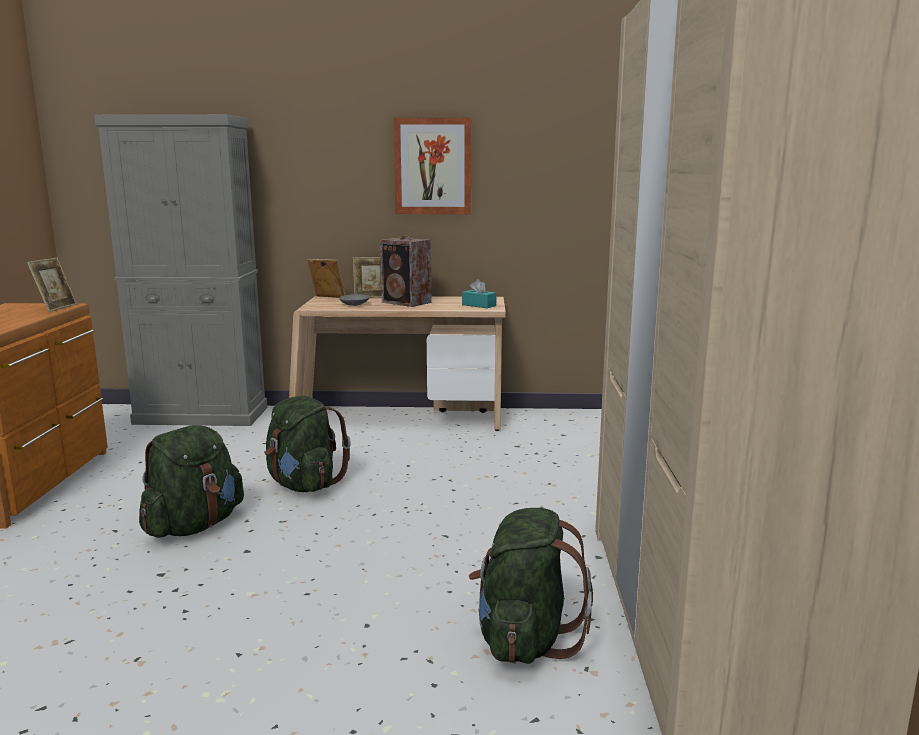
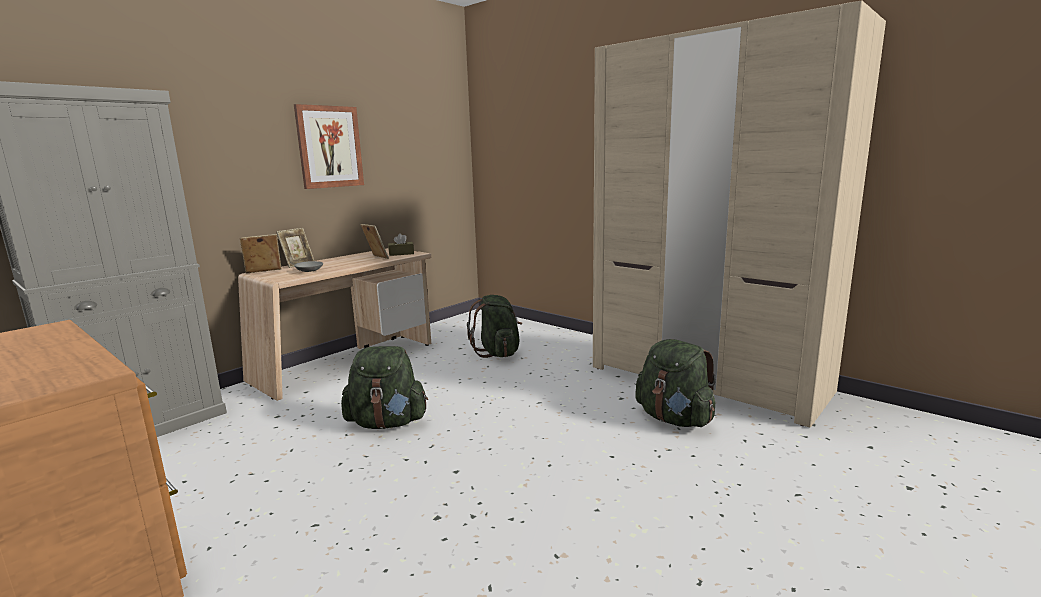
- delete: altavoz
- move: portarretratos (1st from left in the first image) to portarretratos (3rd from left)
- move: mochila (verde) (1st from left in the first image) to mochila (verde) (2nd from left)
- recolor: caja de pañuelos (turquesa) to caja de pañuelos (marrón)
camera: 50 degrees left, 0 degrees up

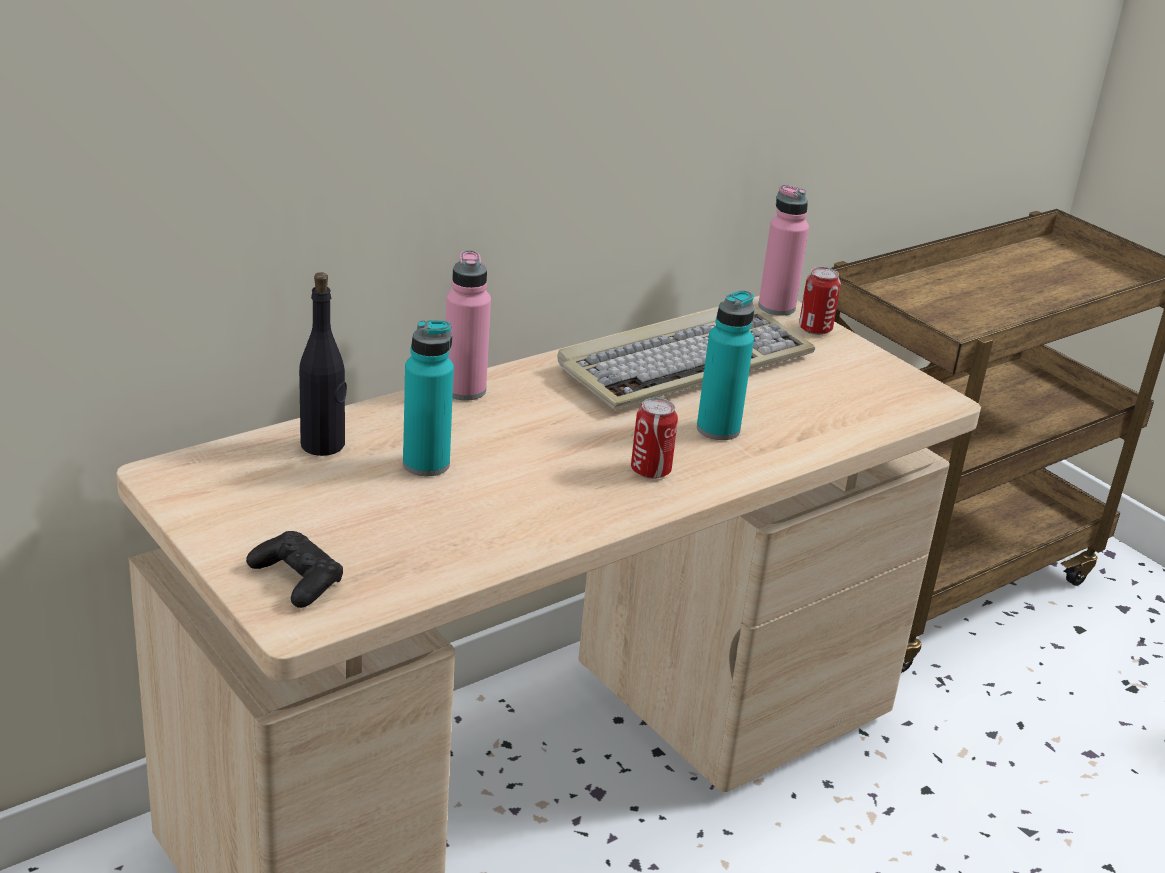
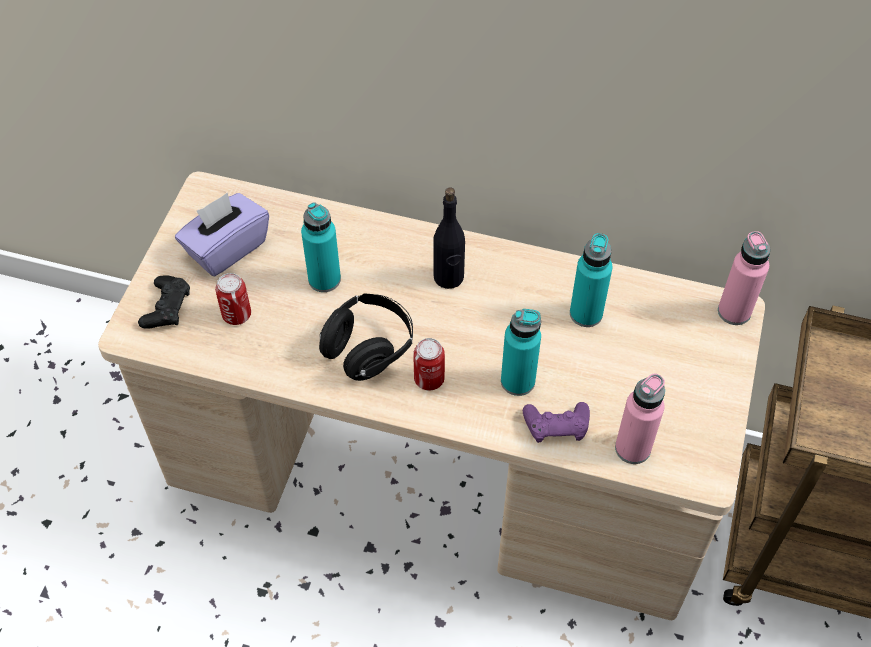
- insert: caja de pañuelos (morado)
- insert: auriculares (negro)
- insert: mando de consola (morado)
- move: botella (negro)
- move: botella (rosa) (1st from left)
- move: lata (2nd from left in the first image) to lata (1st from left)
- replace: teclado to botella (turquesa) (3rd from left)
camera: 55 degrees right, 25 degrees up

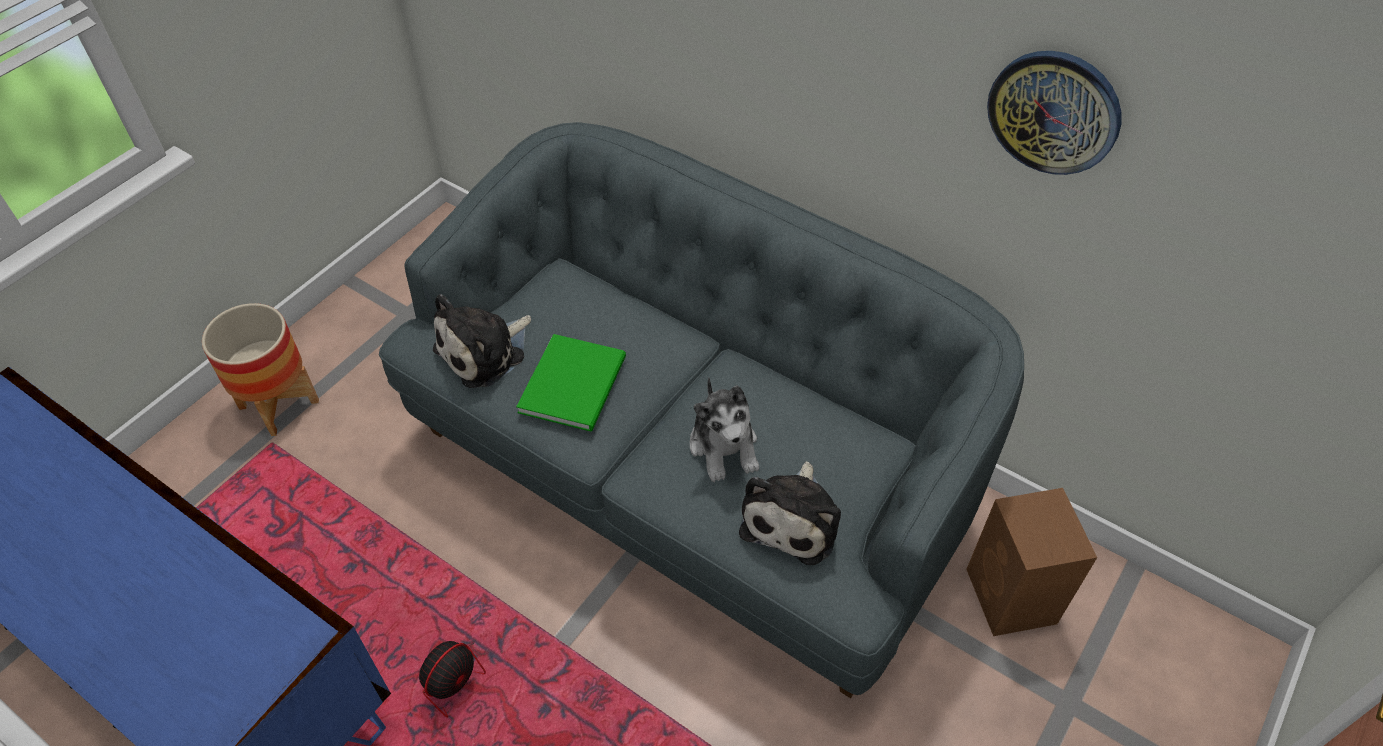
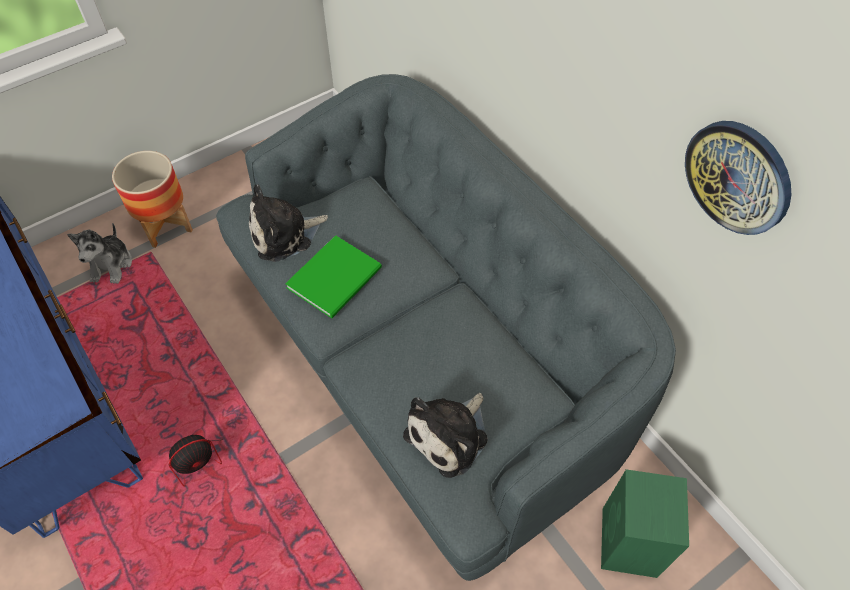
- move: peluche (2nd from left in the first image) to peluche (1st from left)
- recolor: altavoz (marrón) to altavoz (verde)
camera: 20 degrees right, 5 degrees up

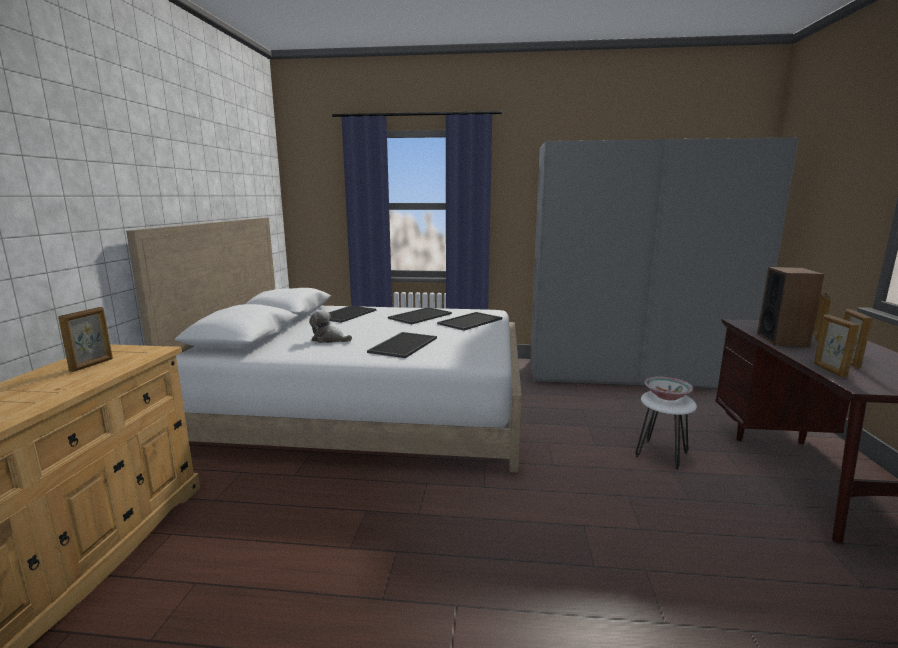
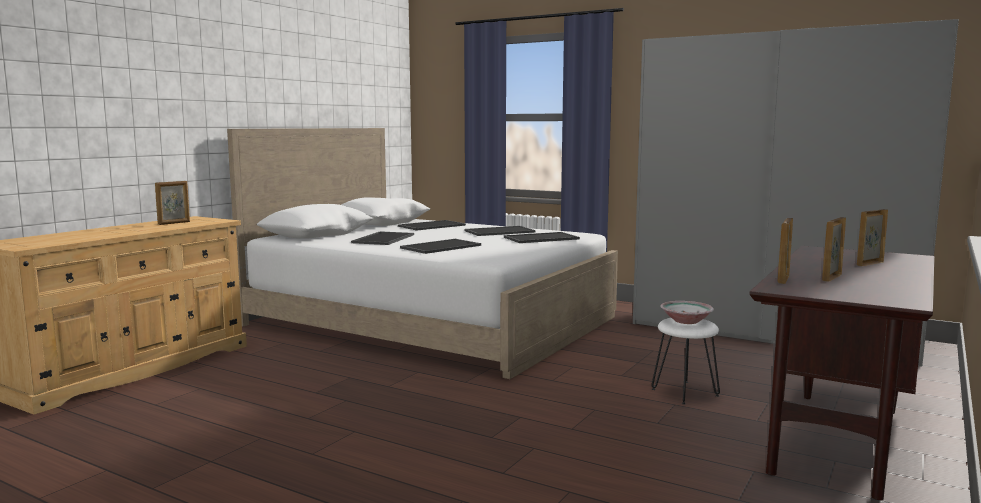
- delete: altavoz
- replace: peluche to bandeja (1st from left)
camera: 25 degrees right, 5 degrees down

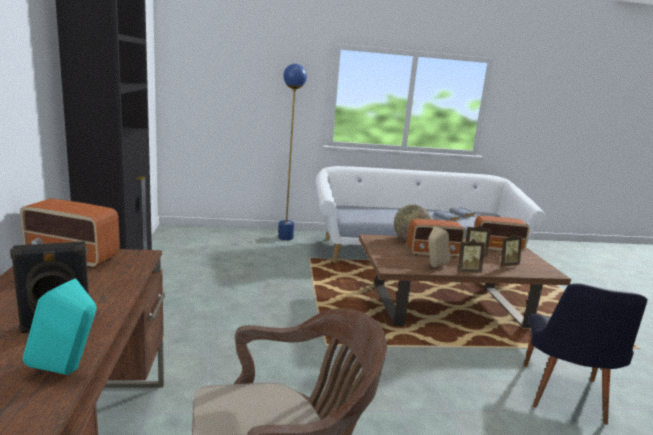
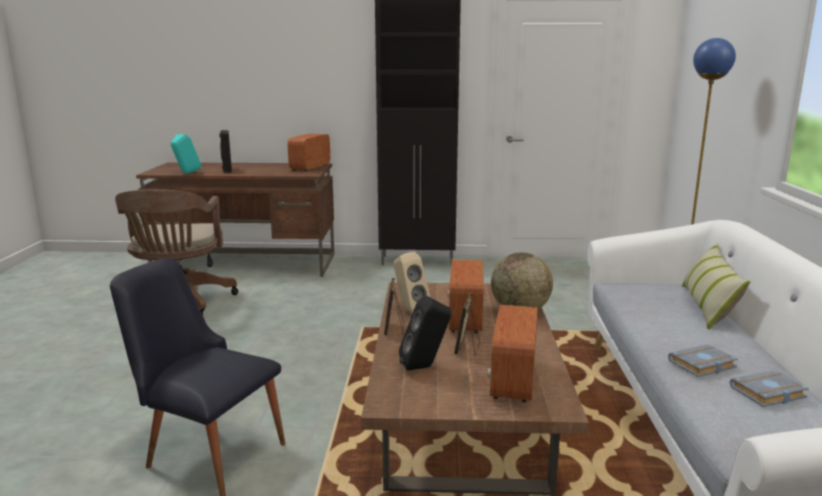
- insert: cojín
- replace: portarretratos (3rd from left) to altavoz (negro) (2nd from left)
camera: 100 degrees right, 0 degrees up

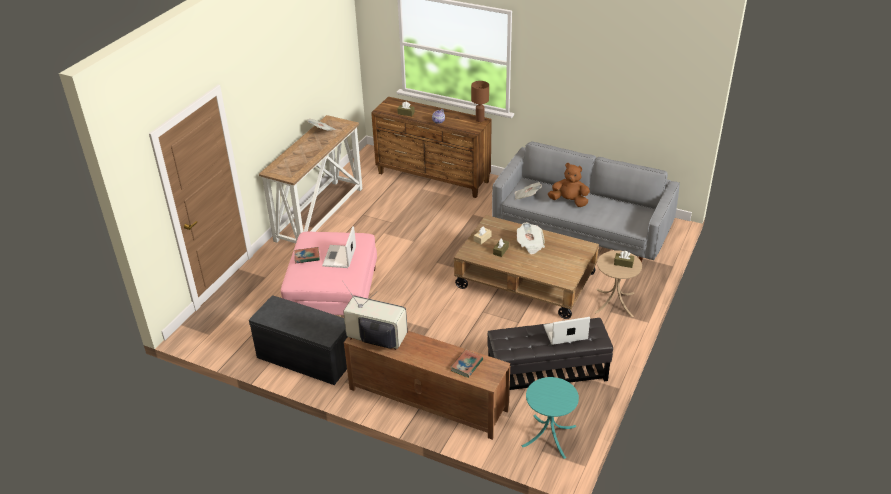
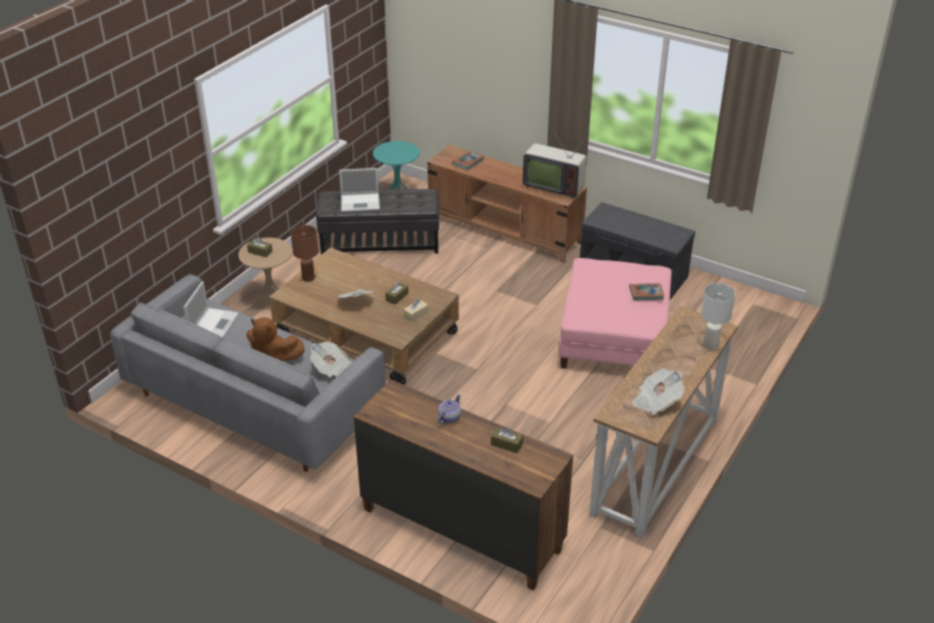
- insert: lámpara de mesa (blanco)
- move: portátil (1st from left)
- move: lámpara de mesa (marrón)
camera: 175 degrees left, 0 degrees up

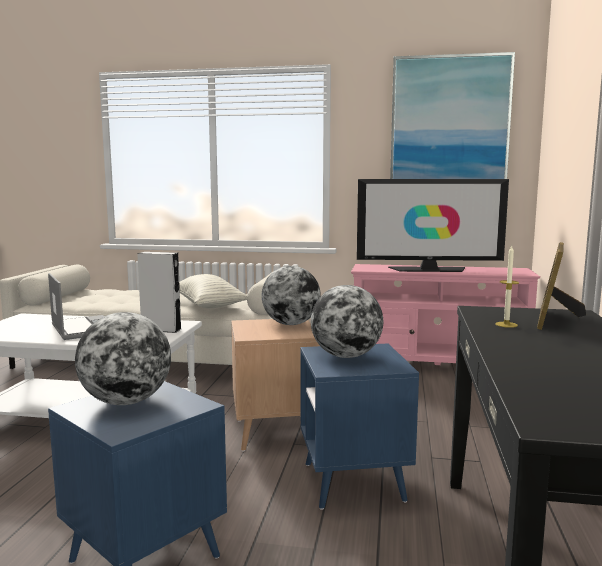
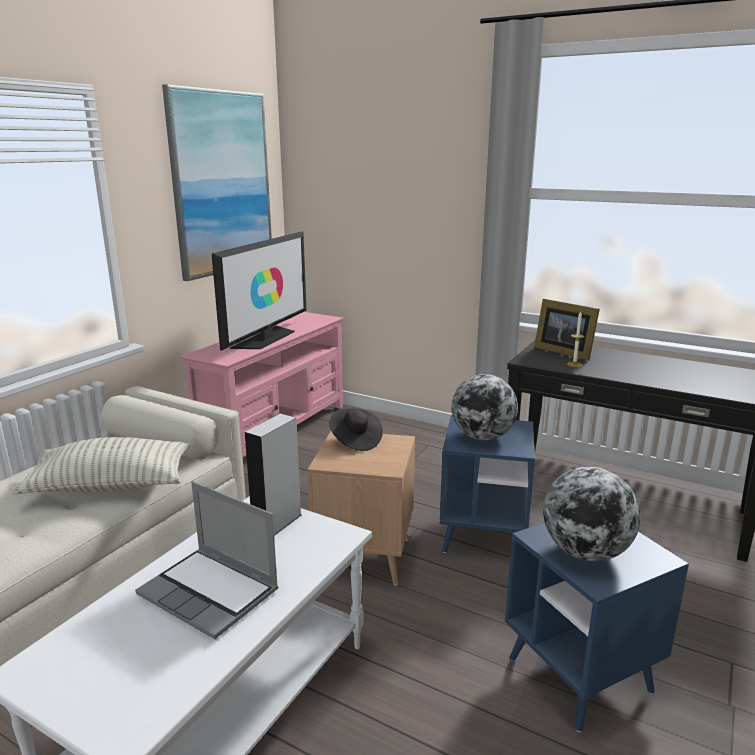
- replace: globo terráqueo (2nd from left) to sombrero (negro)
- rotate: portátil 135 degrees counterclockwise
camera: 70 degrees left, 10 degrees up

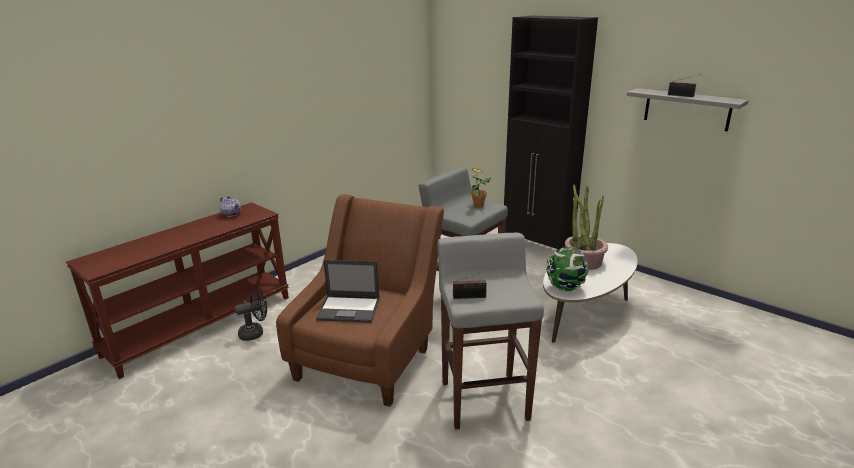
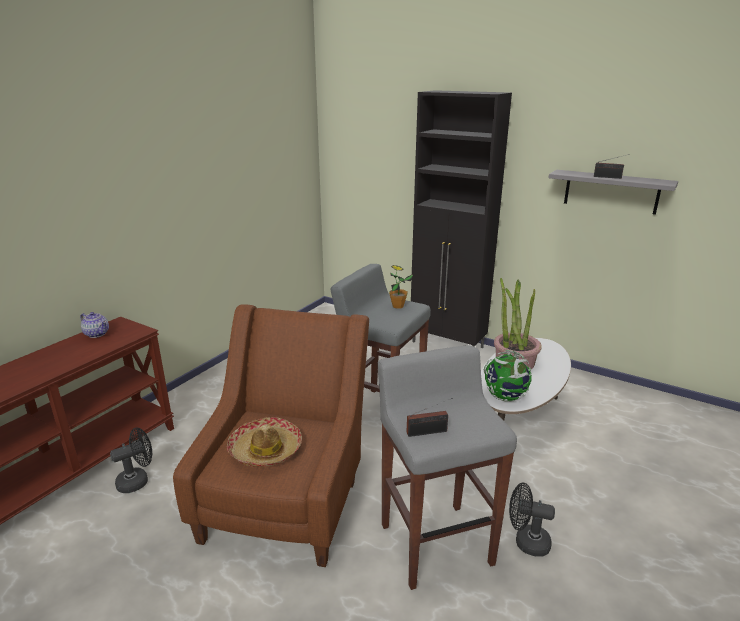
- insert: ventilador (negro) (2nd from left)
- replace: portátil to sombrero
camera: 10 degrees left, 0 degrees up

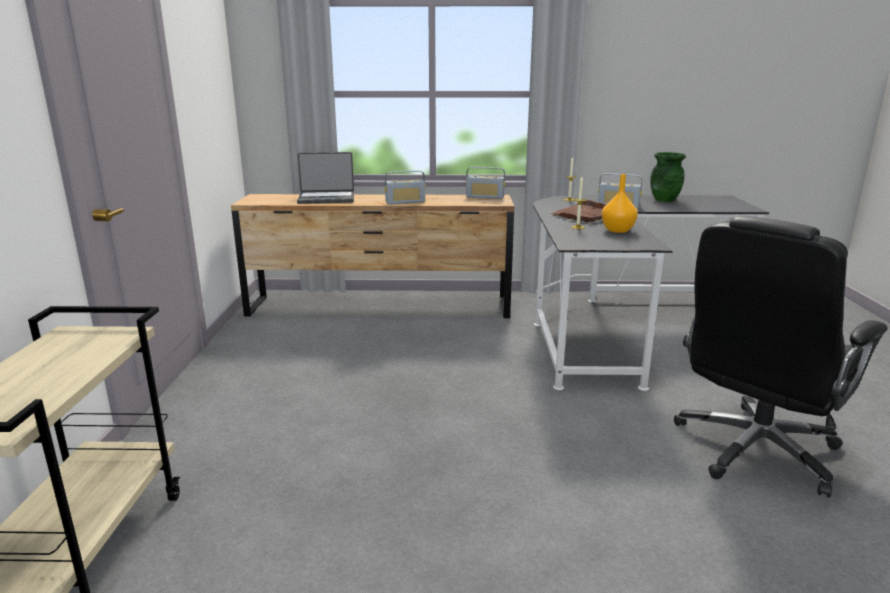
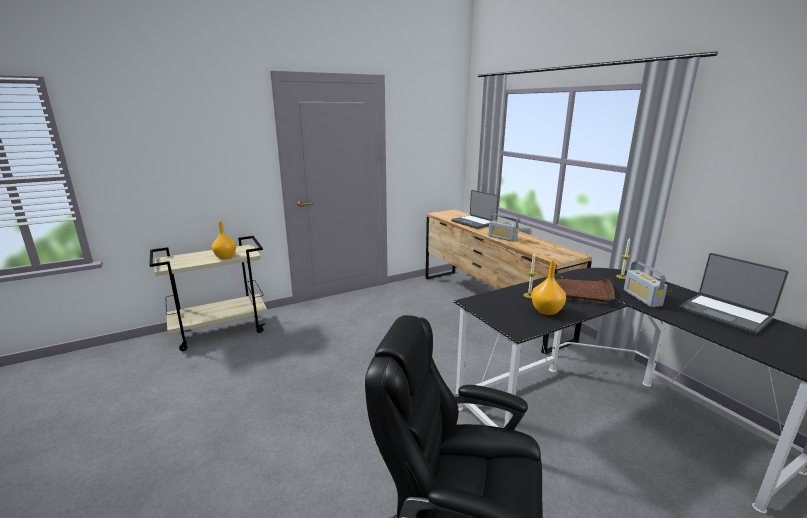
- delete: radio (2nd from left)
- insert: florero (naranja) (1st from left)
- replace: florero (verde) to portátil (2nd from left)
camera: 60 degrees right, 0 degrees up

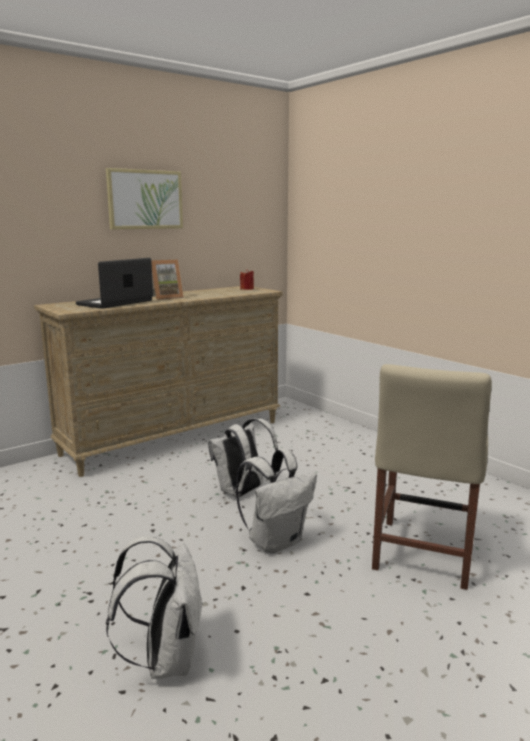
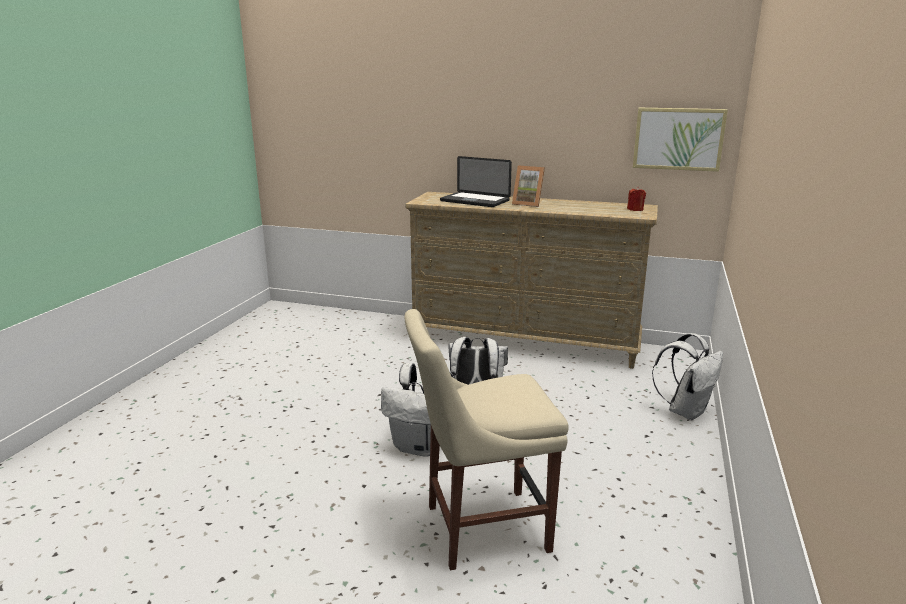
- move: cuadro
- move: mochila (blanco) (1st from left in the first image) to mochila (blanco) (3rd from left)
- rotate: portátil 150 degrees counterclockwise
camera: 55 degrees right, 5 degrees up

